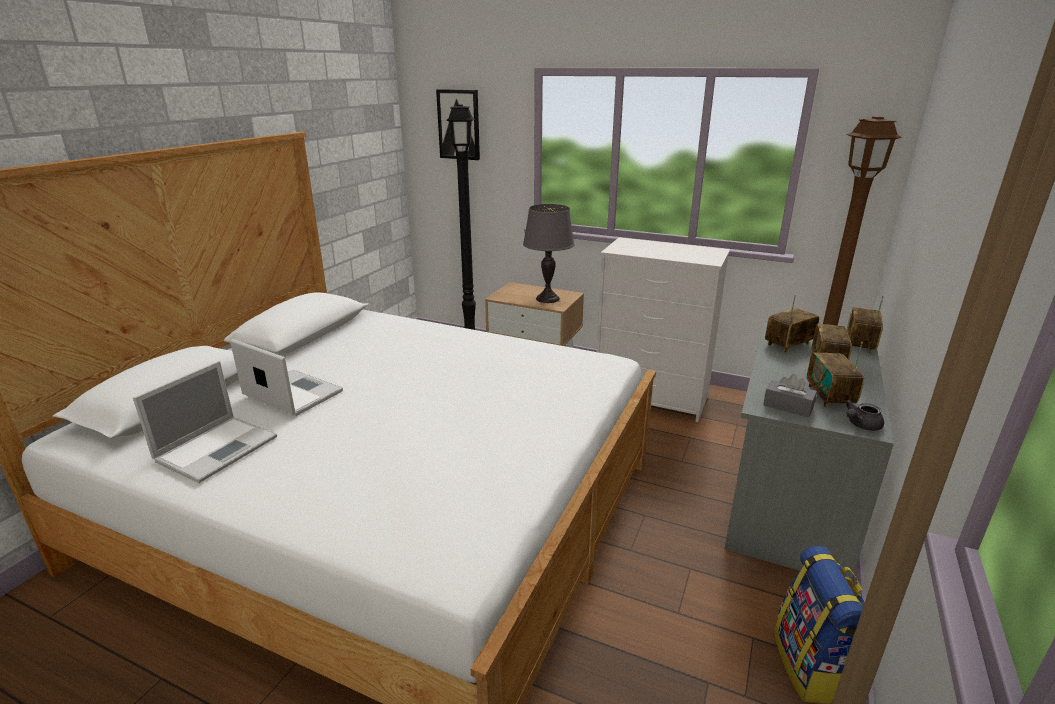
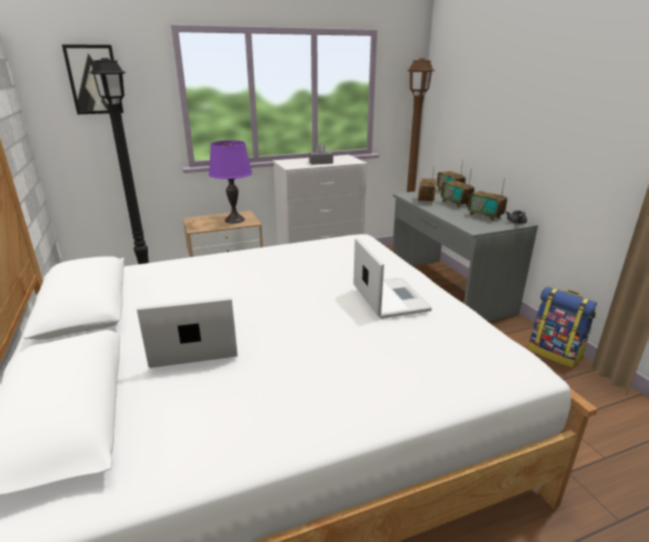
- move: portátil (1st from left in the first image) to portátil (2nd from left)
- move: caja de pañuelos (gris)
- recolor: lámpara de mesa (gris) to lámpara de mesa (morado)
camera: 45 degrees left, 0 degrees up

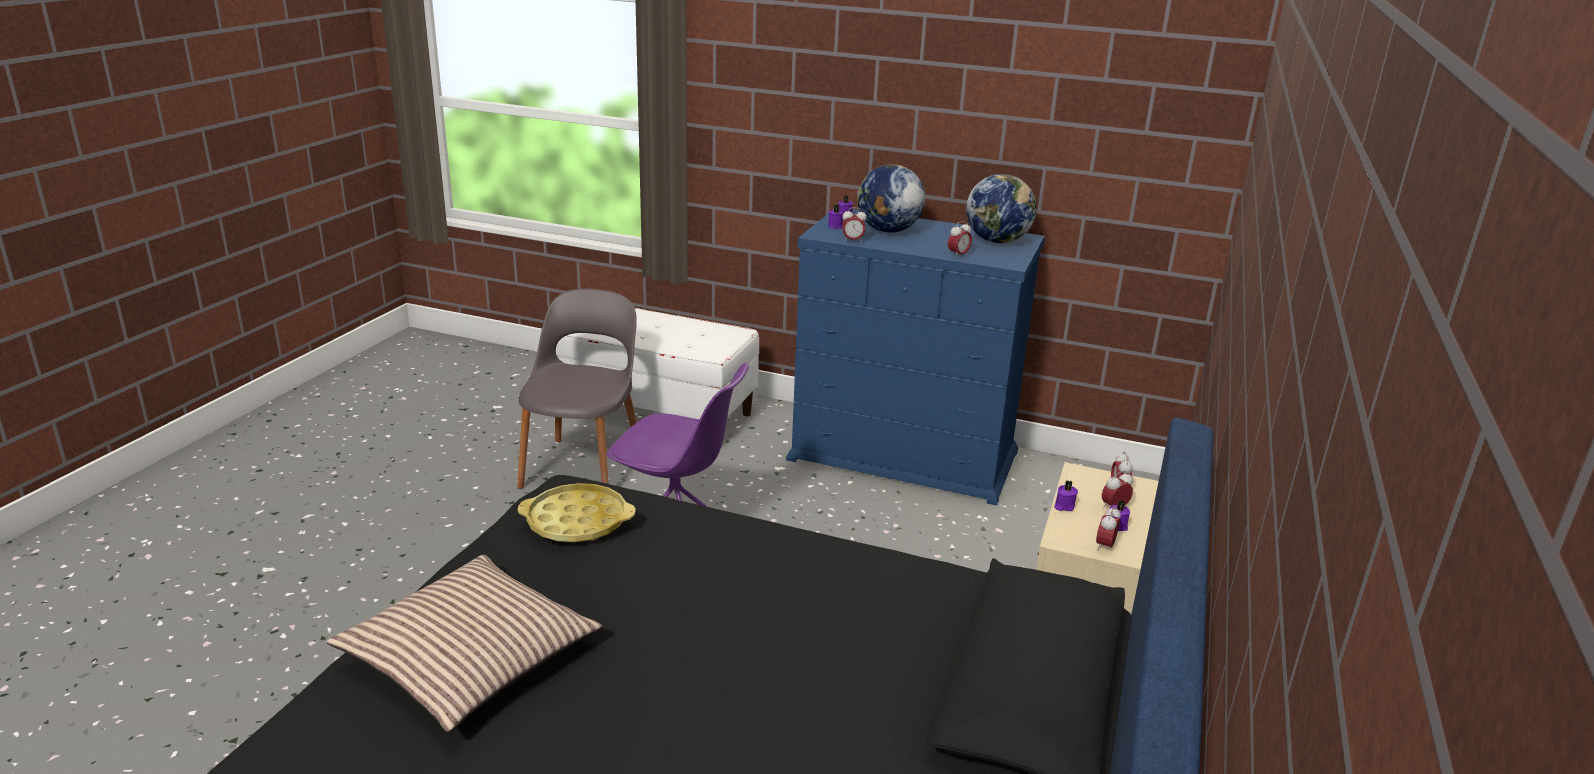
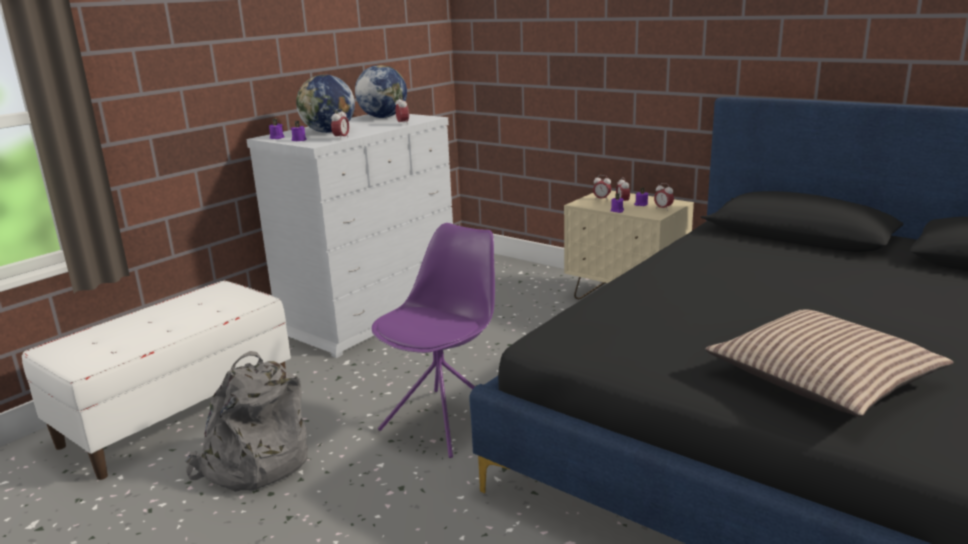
- delete: bandeja (amarillo)
- replace: silla (gris) to mochila (gris)
- recolor: cómoda (azul) to cómoda (blanco)
camera: 70 degrees left, 5 degrees down

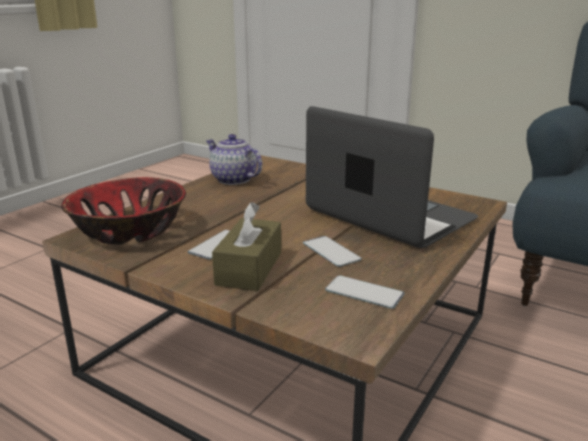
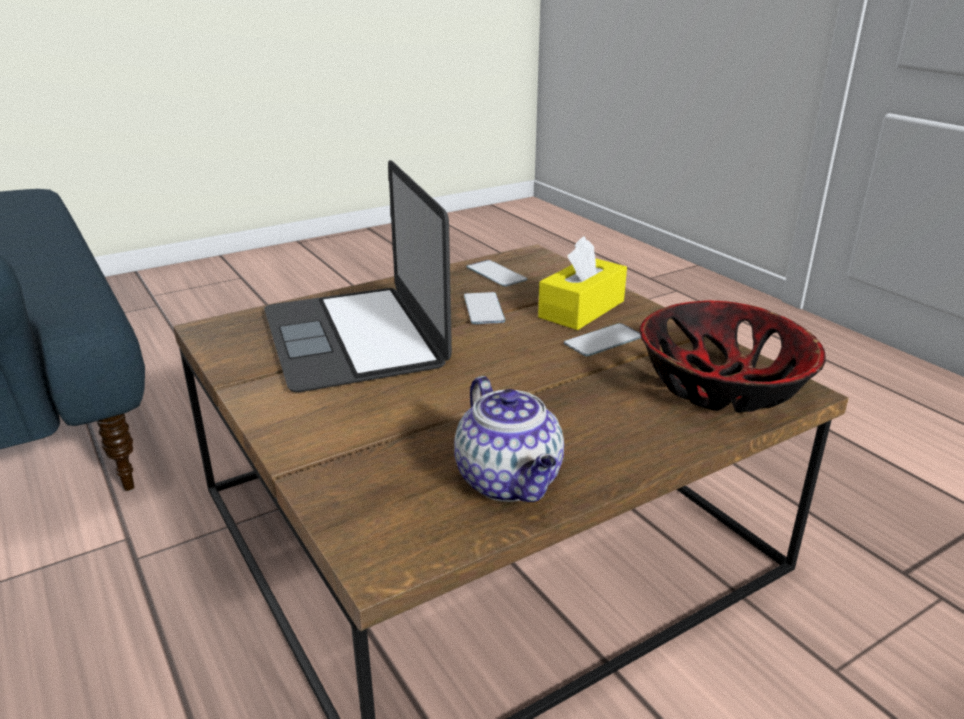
- recolor: caja de pañuelos (marrón) to caja de pañuelos (amarillo)
camera: 155 degrees left, 5 degrees up

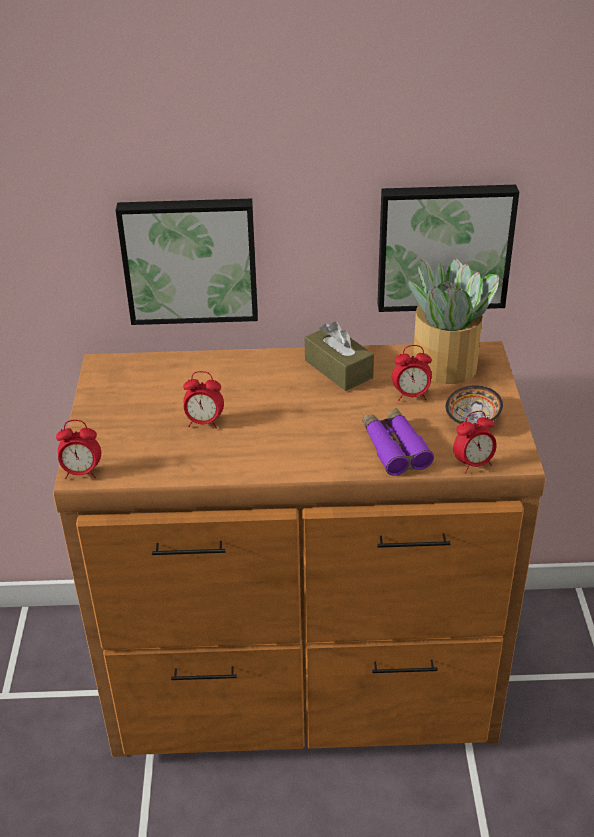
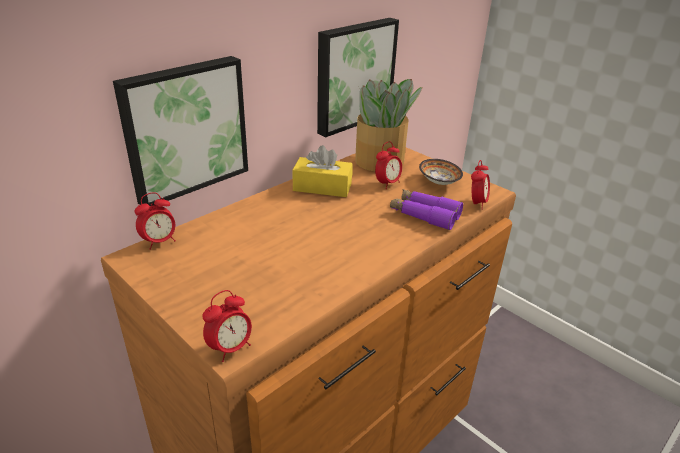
- move: despertador (2nd from left in the first image) to despertador (1st from left)
- recolor: caja de pañuelos (marrón) to caja de pañuelos (amarillo)
camera: 45 degrees left, 5 degrees down

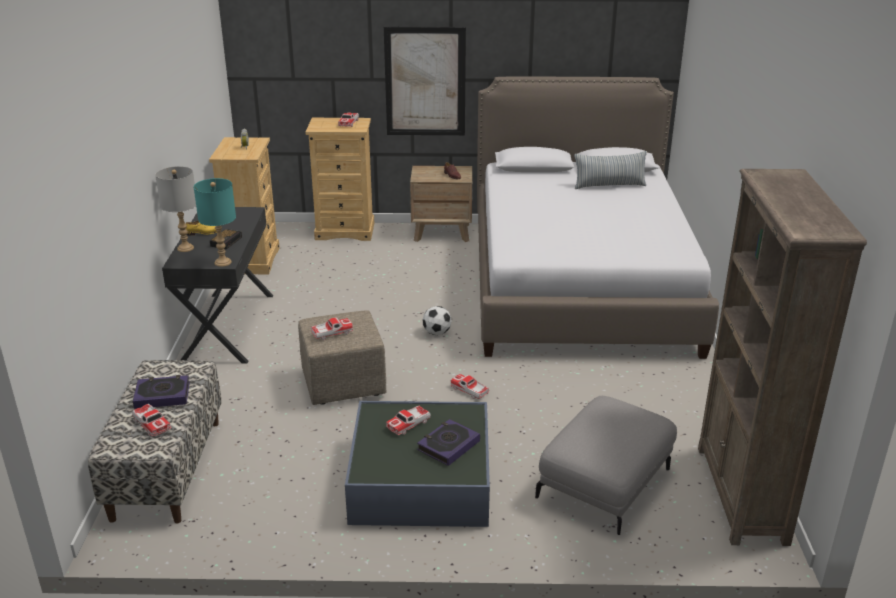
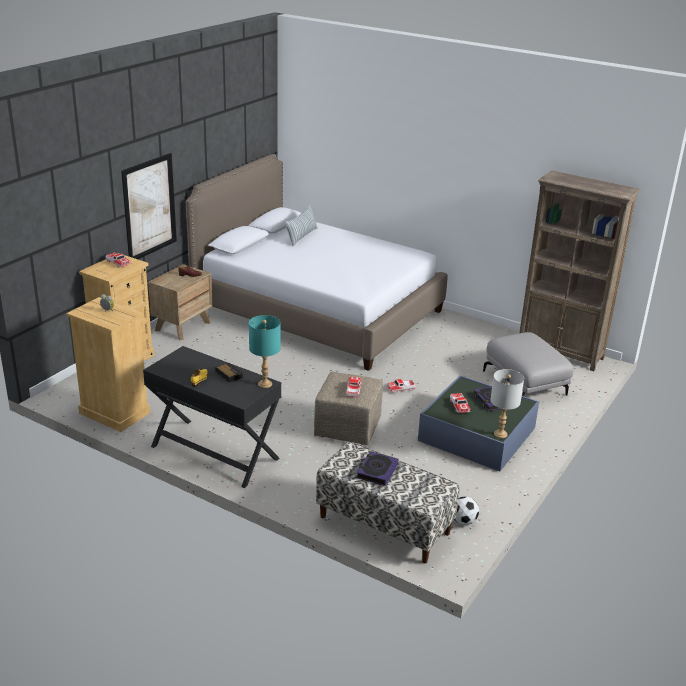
- delete: coche de juguete (1st from left)
- move: lámpara de mesa (gris)
- move: balón de fútbol
camera: 60 degrees left, 0 degrees up

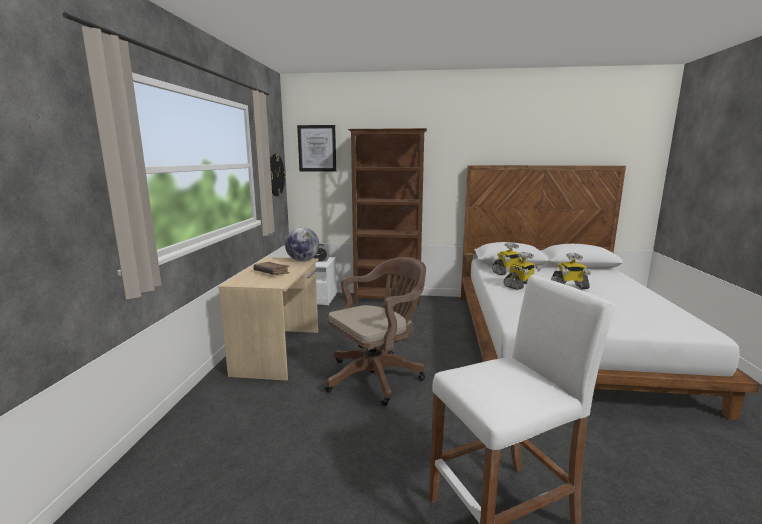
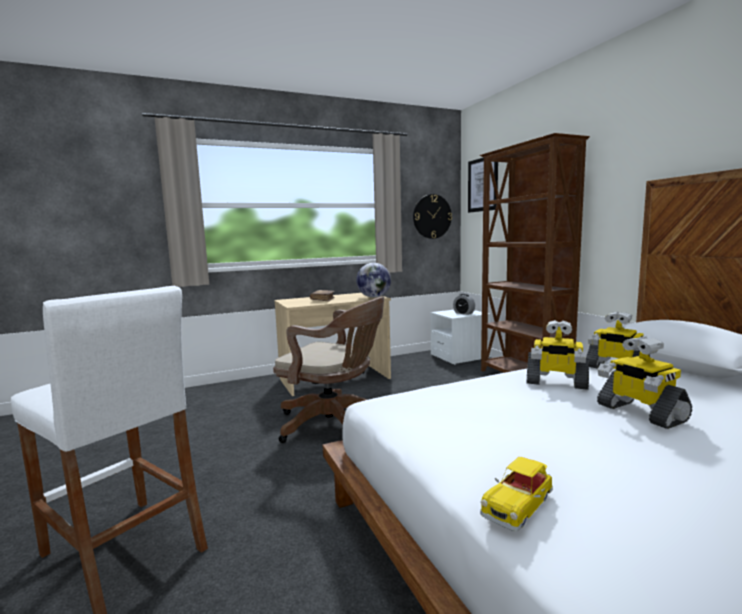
- insert: coche de juguete
camera: 60 degrees right, 5 degrees down

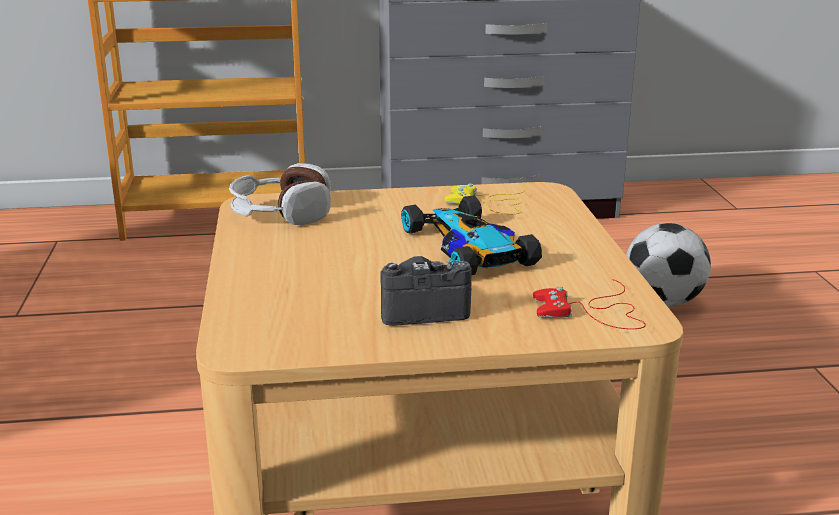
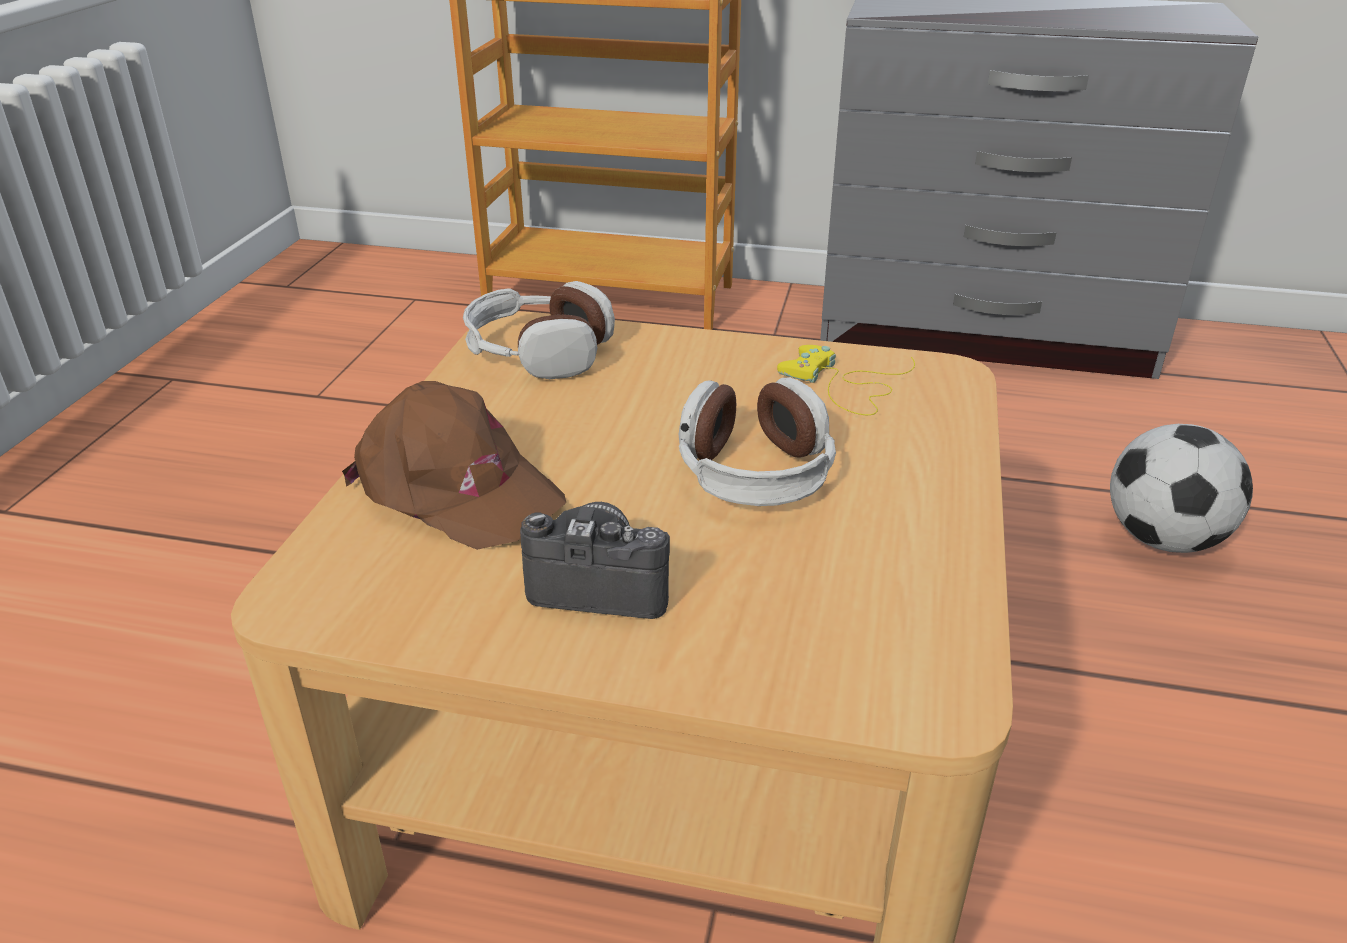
- delete: mando de consola (rojo)
- insert: gorra (marrón)
- replace: coche de juguete to auriculares (2nd from left)
camera: 20 degrees right, 10 degrees up

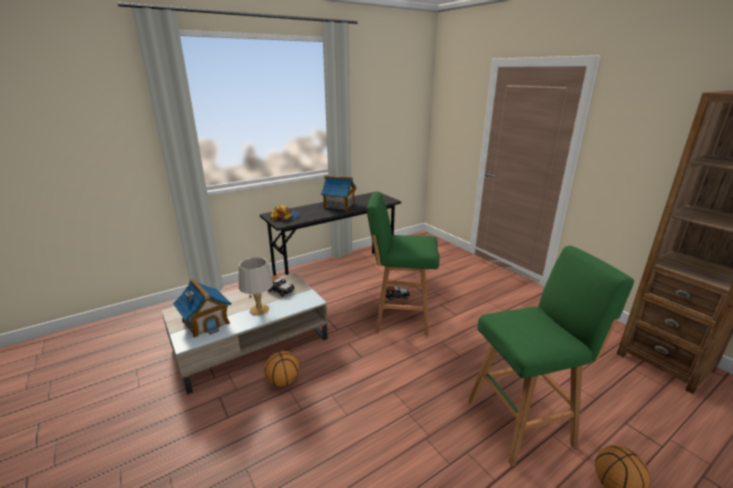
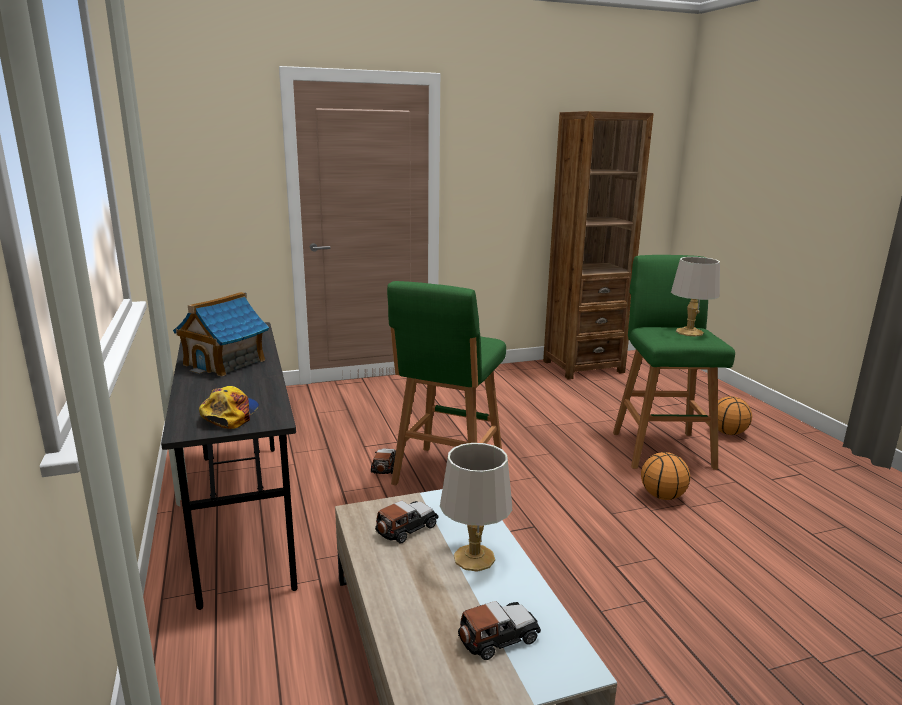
- insert: lámpara de mesa (gris) (2nd from left)
- move: balón de baloncesto (1st from left)
- replace: casita (1st from left) to coche de juguete (3rd from left)
camera: 75 degrees left, 5 degrees down

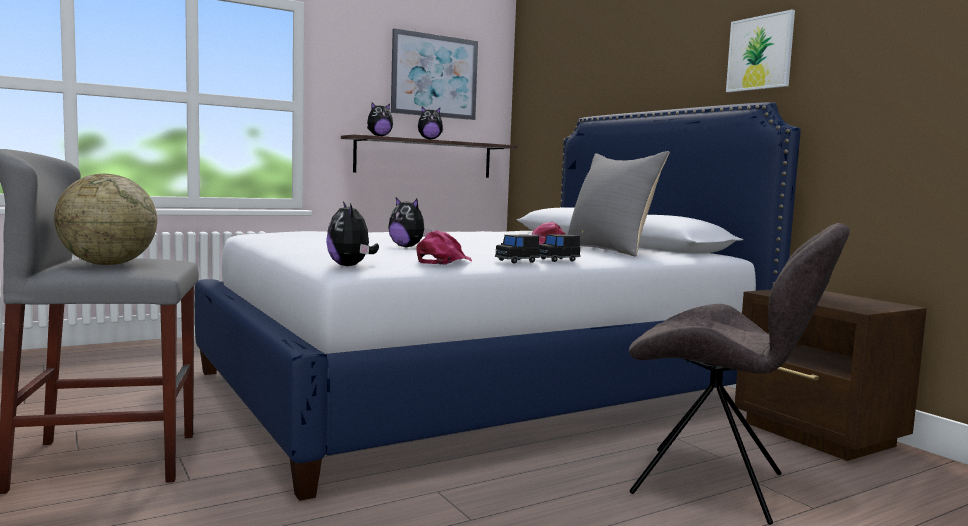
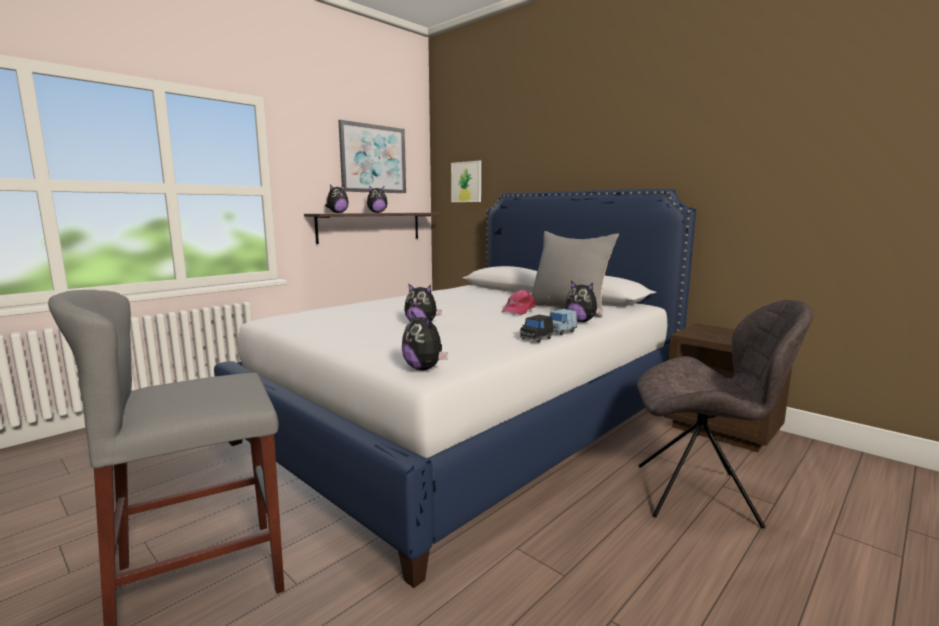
- delete: globo terráqueo
- delete: gorra (rosa) (1st from left)
- insert: peluche (5th from left)
- move: cuadro (2nd from left)
- recolor: coche de juguete (negro) (2nd from left) to coche de juguete (azul)
camera: 15 degrees left, 5 degrees up

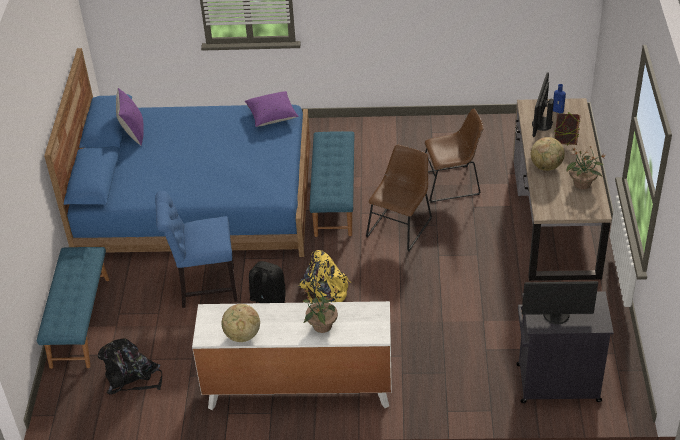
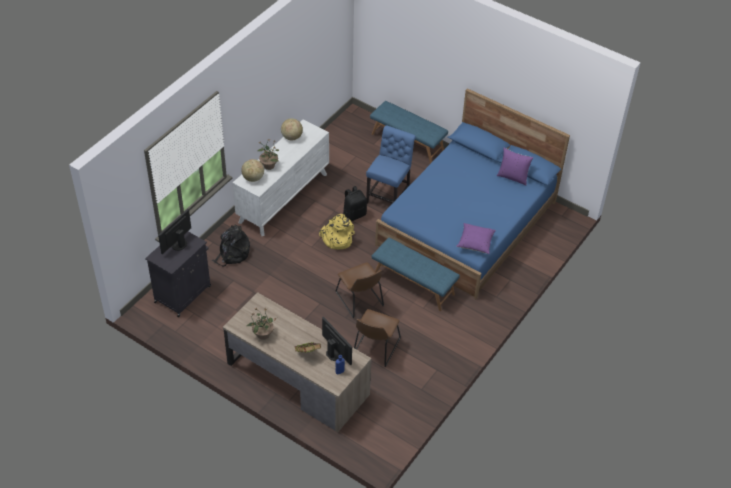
- move: mochila (negro) (1st from left)
- move: globo terráqueo (2nd from left in the first image) to globo terráqueo (1st from left)
camera: 120 degrees right, 5 degrees up

